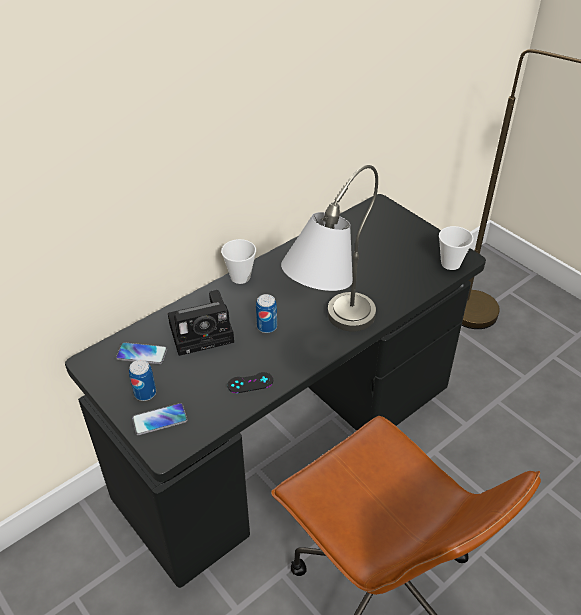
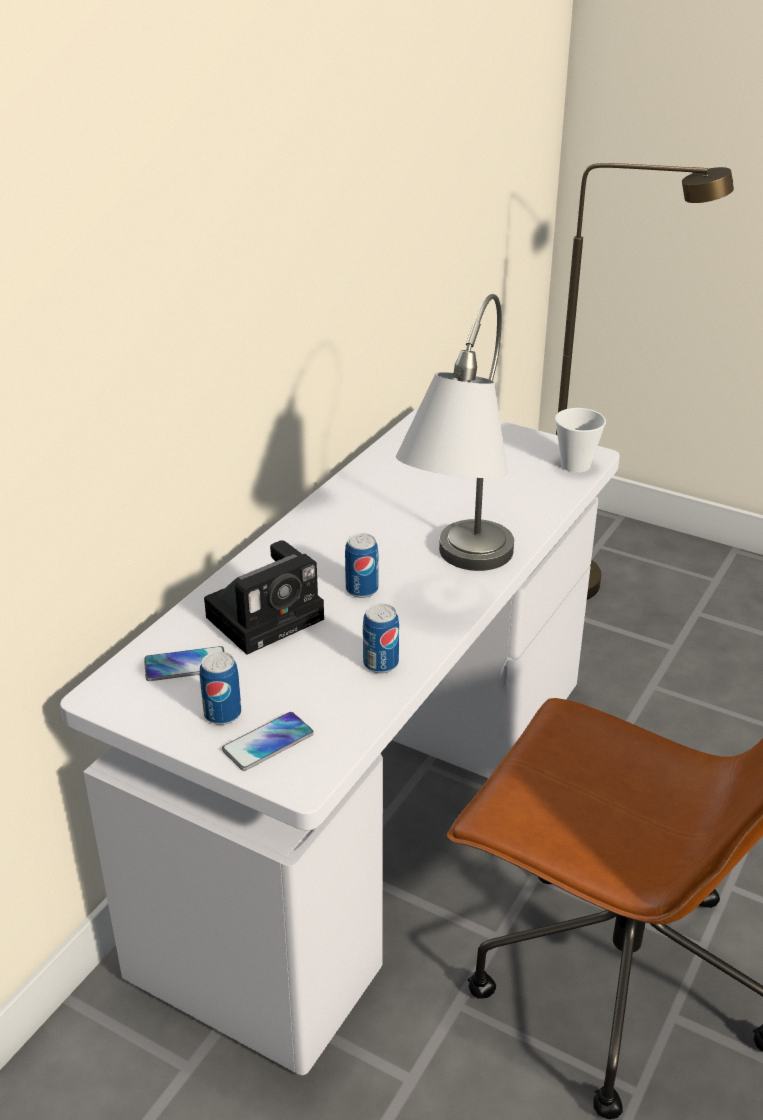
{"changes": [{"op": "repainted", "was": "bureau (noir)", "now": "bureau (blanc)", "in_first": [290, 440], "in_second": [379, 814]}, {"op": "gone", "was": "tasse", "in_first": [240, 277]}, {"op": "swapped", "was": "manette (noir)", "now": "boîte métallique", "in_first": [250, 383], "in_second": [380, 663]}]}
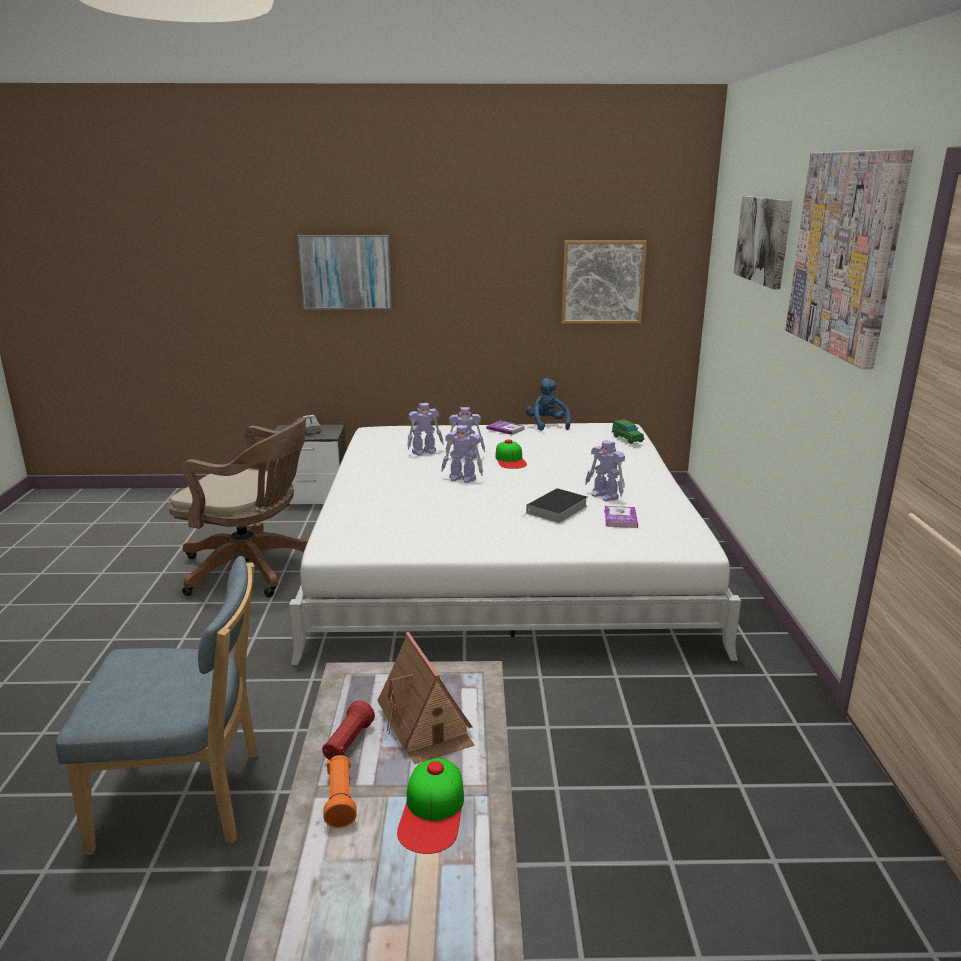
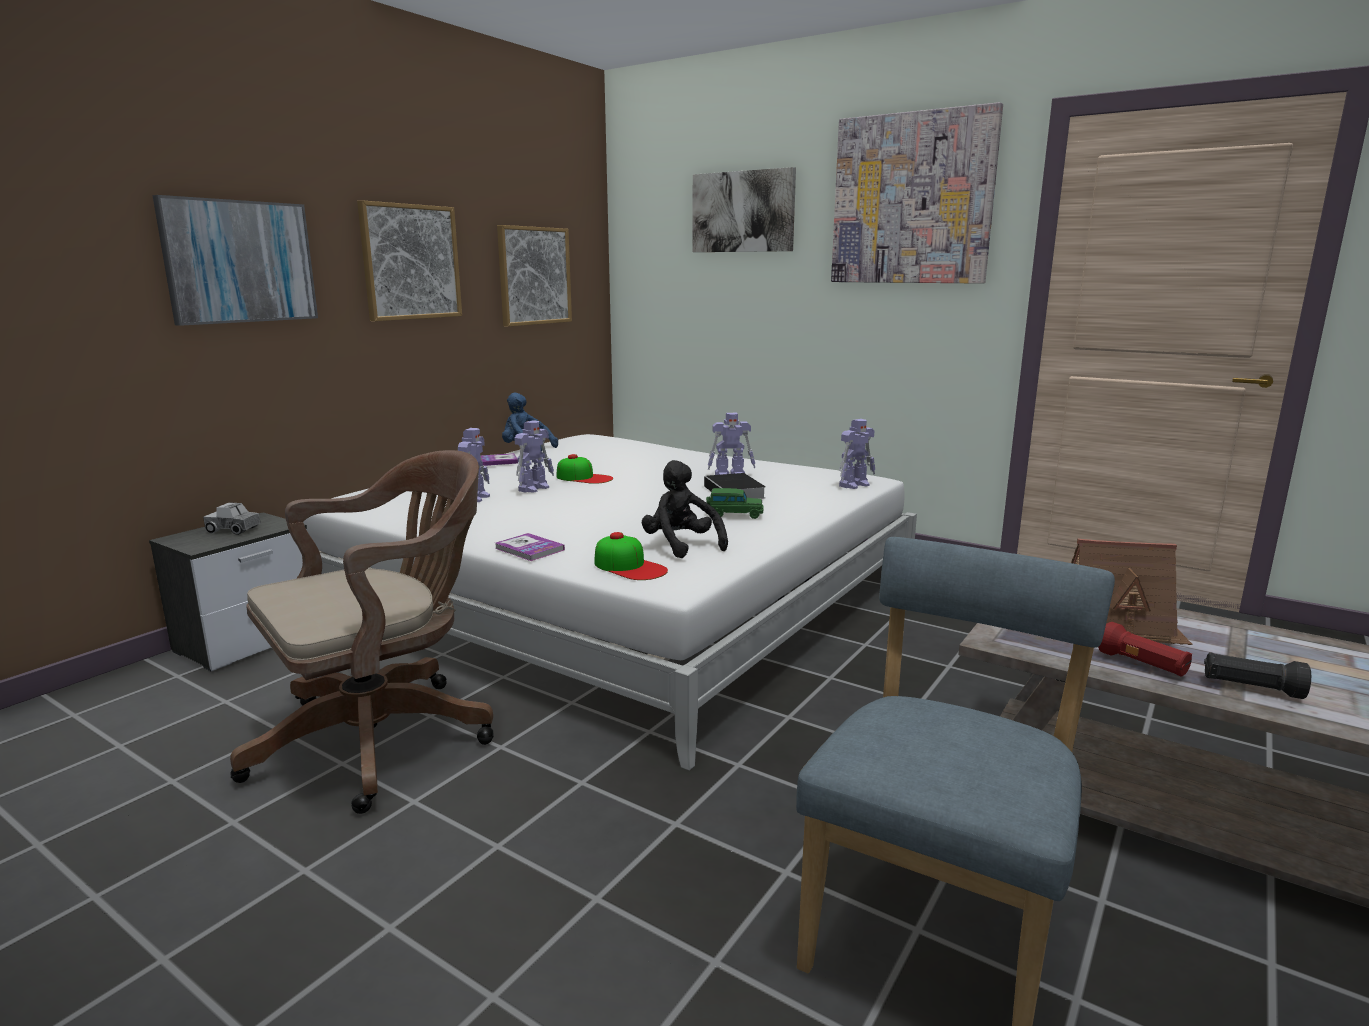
{"changes": [{"op": "shifted", "was": "petite voiture (vert)", "in_first": [627, 439], "in_second": [734, 515]}, {"op": "shifted", "was": "robot jouet", "in_first": [463, 479], "in_second": [854, 485]}, {"op": "shifted", "was": "livre", "in_first": [620, 518], "in_second": [529, 549]}, {"op": "repainted", "was": "lampe de poche (orange)", "now": "lampe de poche (noir)", "in_first": [340, 800], "in_second": [1251, 688]}, {"op": "shifted", "was": "casquette", "in_first": [432, 811], "in_second": [629, 567]}, {"op": "new", "now": "tableau", "in_second": [410, 262]}, {"op": "new", "now": "peluche (noir)", "in_second": [681, 546]}]}
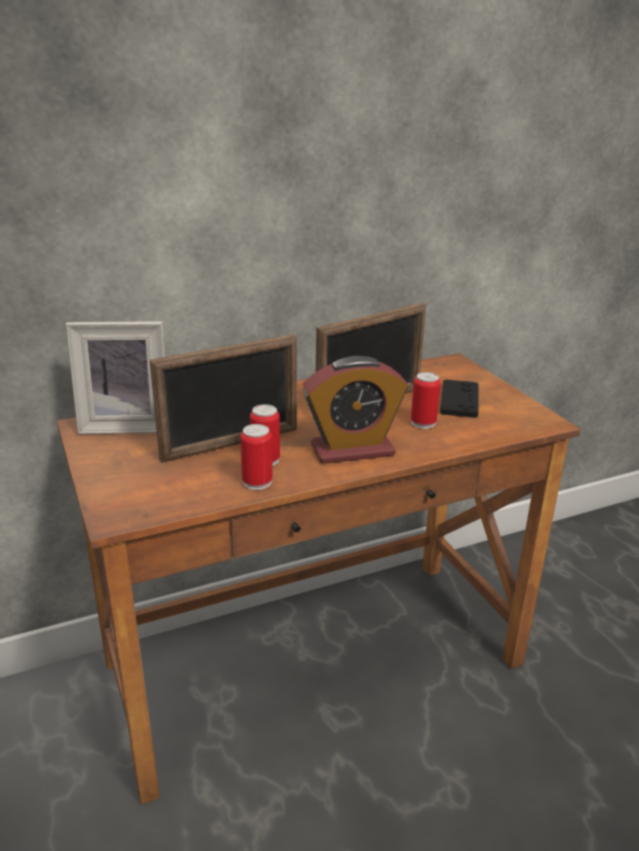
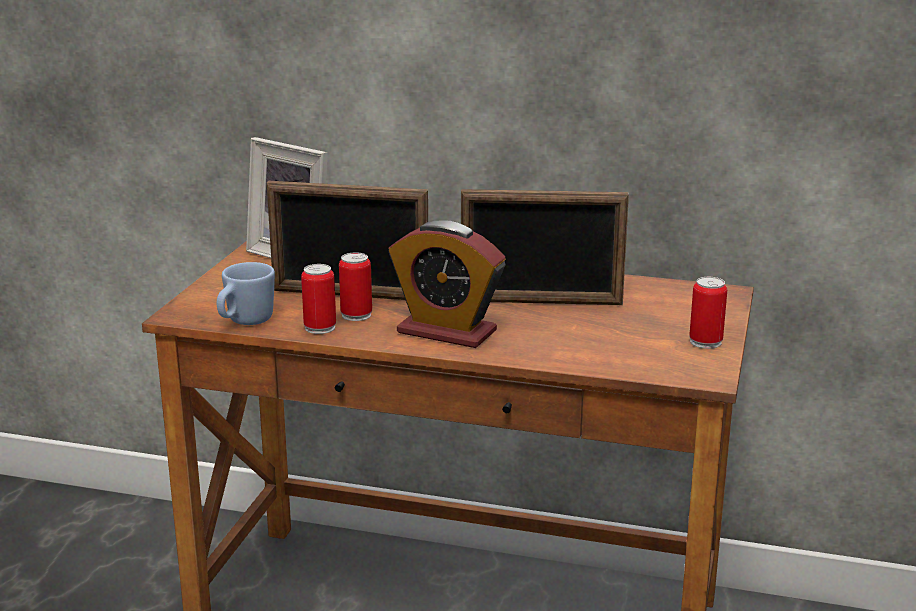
{"changes": [{"op": "shifted", "was": "boîte métallique", "in_first": [423, 423], "in_second": [705, 342]}, {"op": "gone", "was": "manette (noir)", "in_first": [459, 400]}, {"op": "new", "now": "mug (bleu)", "in_second": [245, 322]}]}
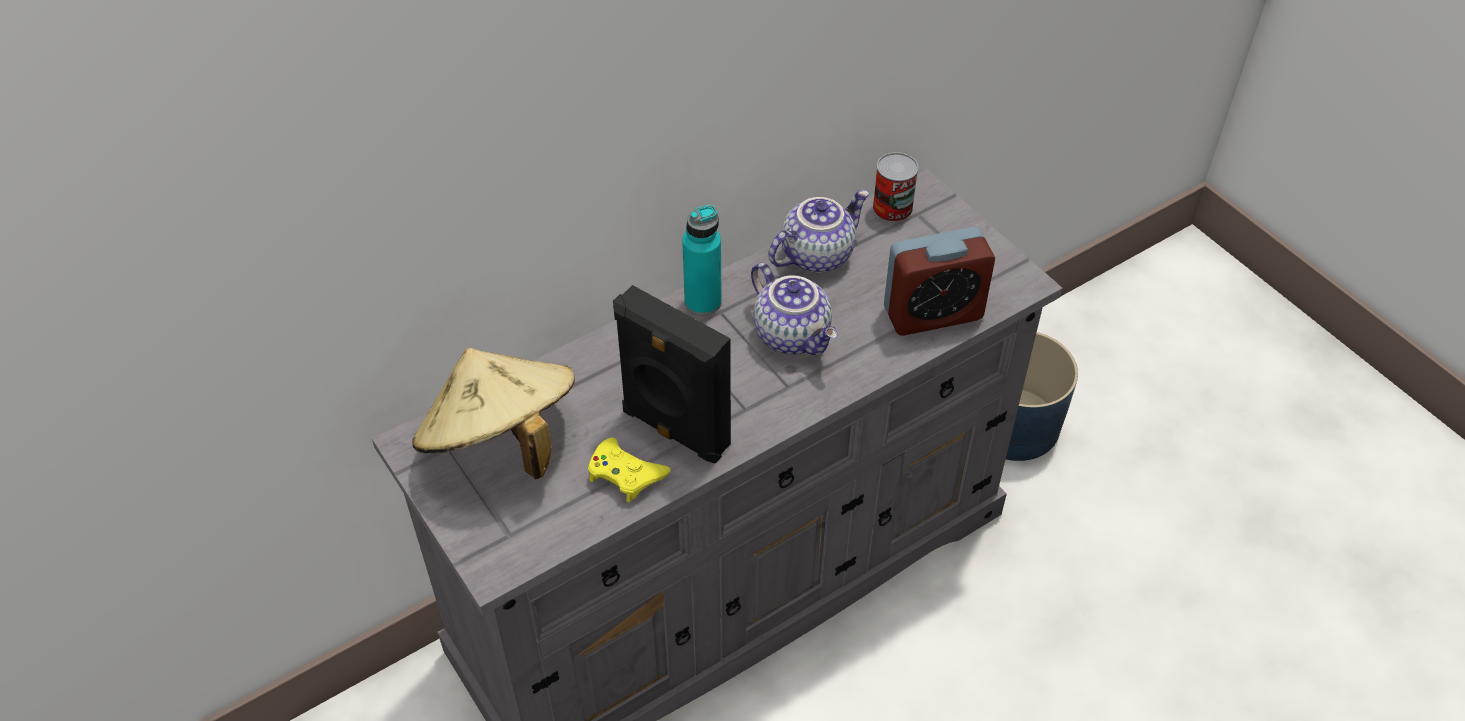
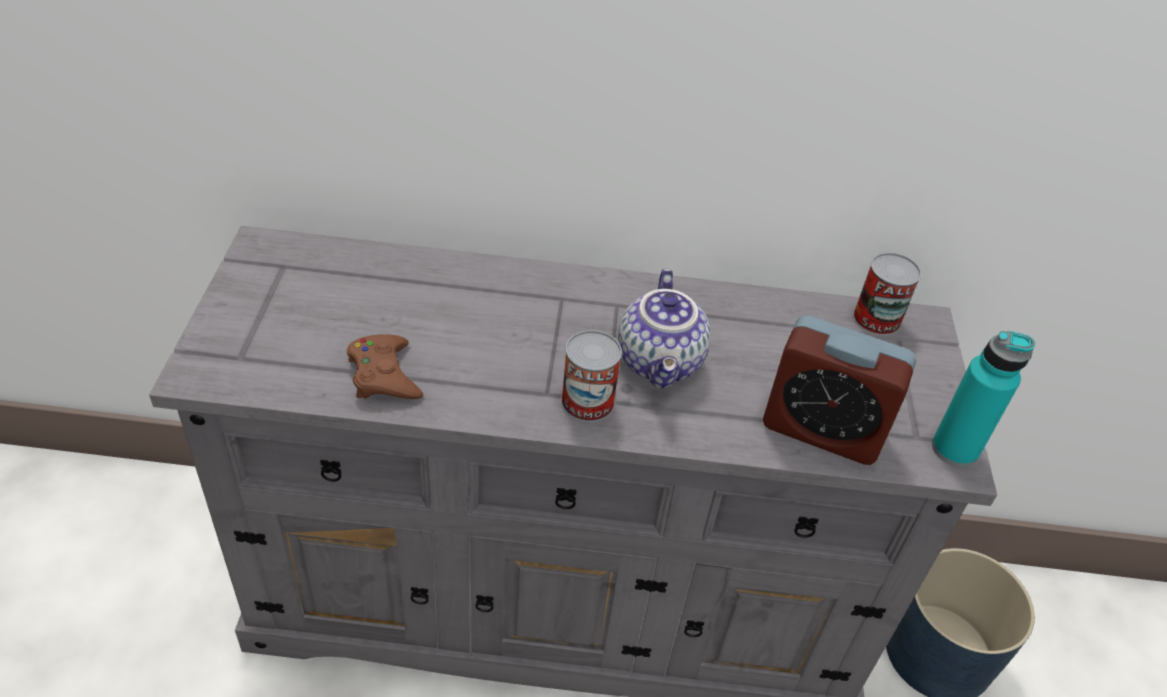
{"changes": [{"op": "gone", "was": "théière", "in_first": [816, 254]}, {"op": "shifted", "was": "bouteille (turquoise)", "in_first": [703, 302], "in_second": [954, 449]}, {"op": "gone", "was": "enceinte (noir)", "in_first": [673, 430]}, {"op": "gone", "was": "chapeau (beige)", "in_first": [501, 443]}, {"op": "repainted", "was": "manette (jaune)", "now": "manette (marron)", "in_first": [625, 474], "in_second": [384, 375]}, {"op": "new", "now": "boîte métallique", "in_second": [587, 402]}]}
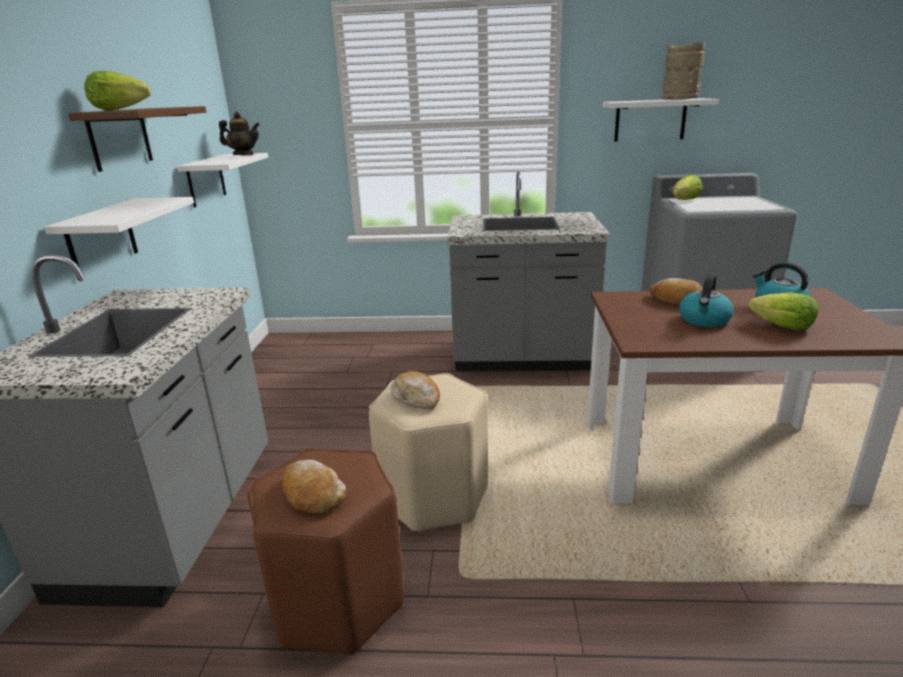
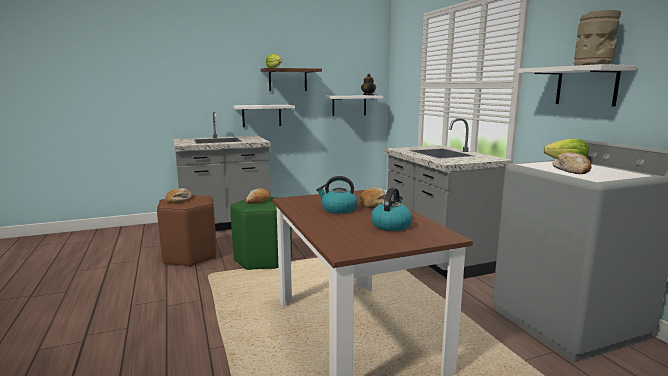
{"changes": [{"op": "gone", "was": "laitue", "in_first": [782, 326]}, {"op": "repainted", "was": "tabouret (beige)", "now": "tabouret (vert)", "in_first": [435, 497], "in_second": [263, 260]}, {"op": "new", "now": "pain", "in_second": [572, 170]}]}
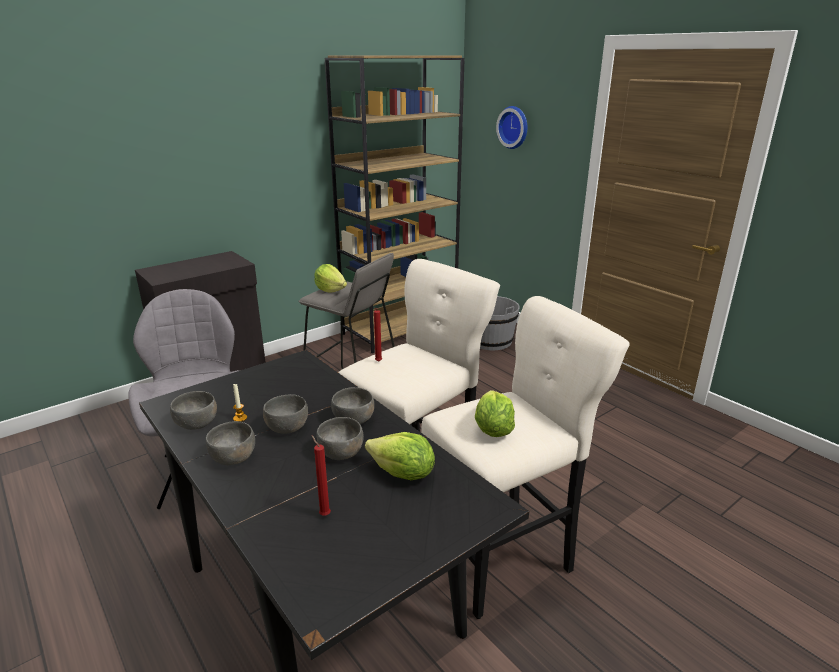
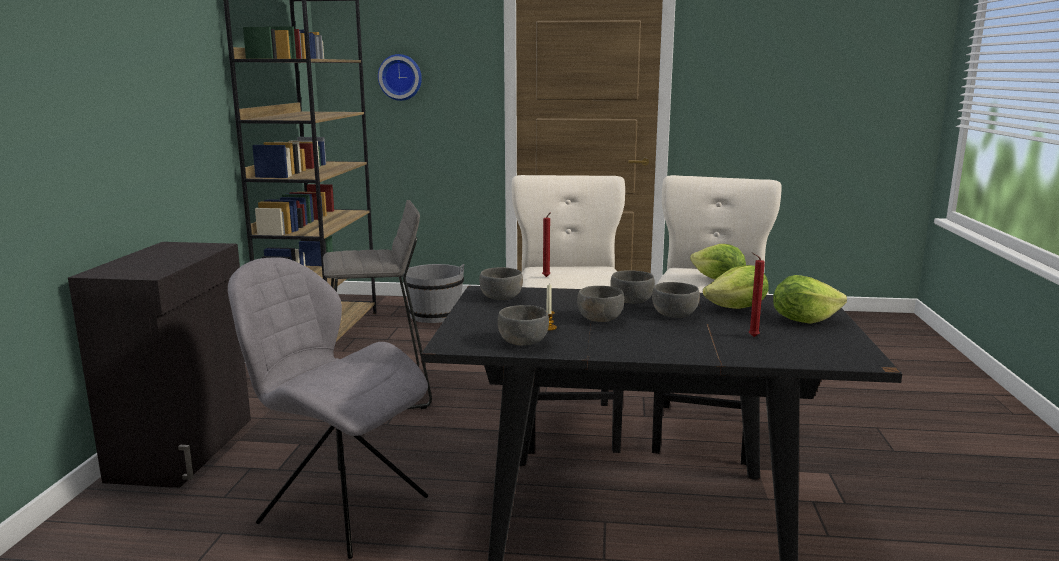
{"changes": [{"op": "shifted", "was": "laitue", "in_first": [330, 290], "in_second": [803, 320]}, {"op": "shifted", "was": "bol (gris)", "in_first": [233, 457], "in_second": [501, 297]}]}
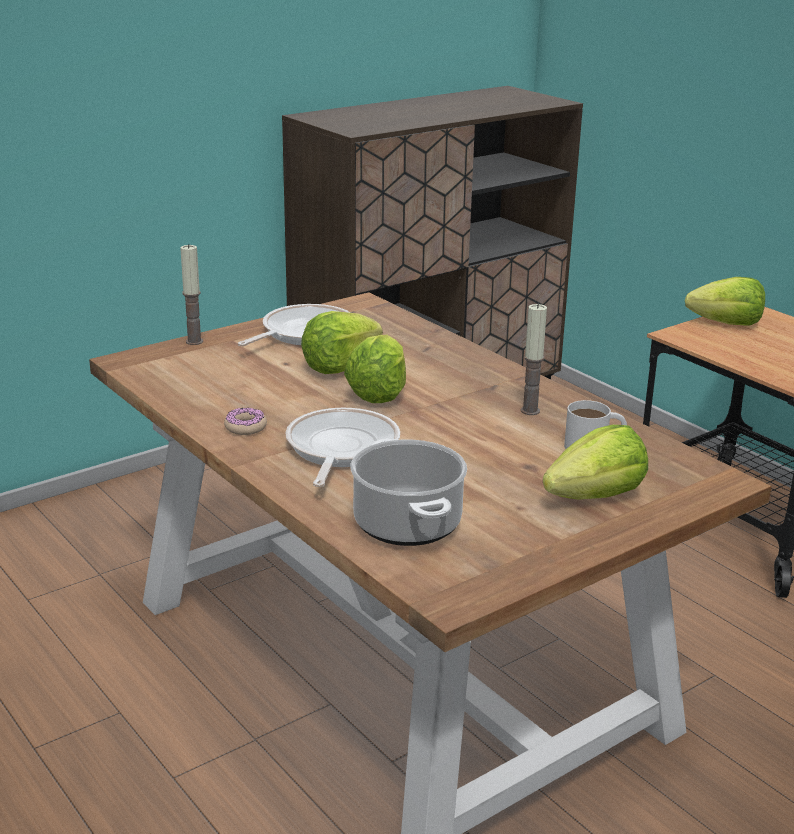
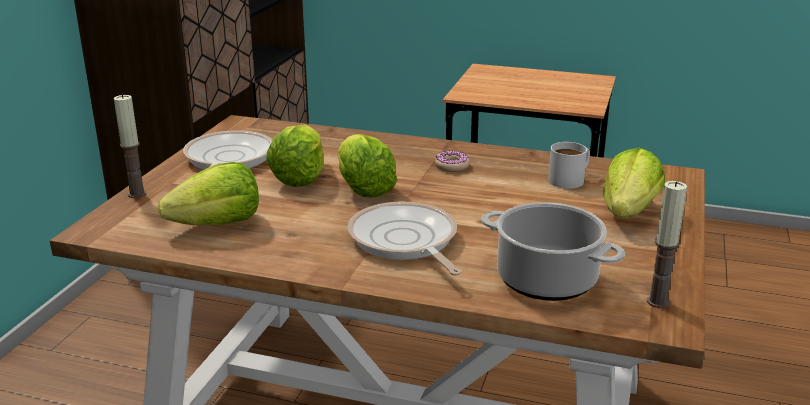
{"changes": [{"op": "shifted", "was": "laitue", "in_first": [726, 324], "in_second": [218, 224]}, {"op": "shifted", "was": "bougie", "in_first": [530, 411], "in_second": [658, 302]}, {"op": "shifted", "was": "beignet", "in_first": [245, 427], "in_second": [452, 166]}]}
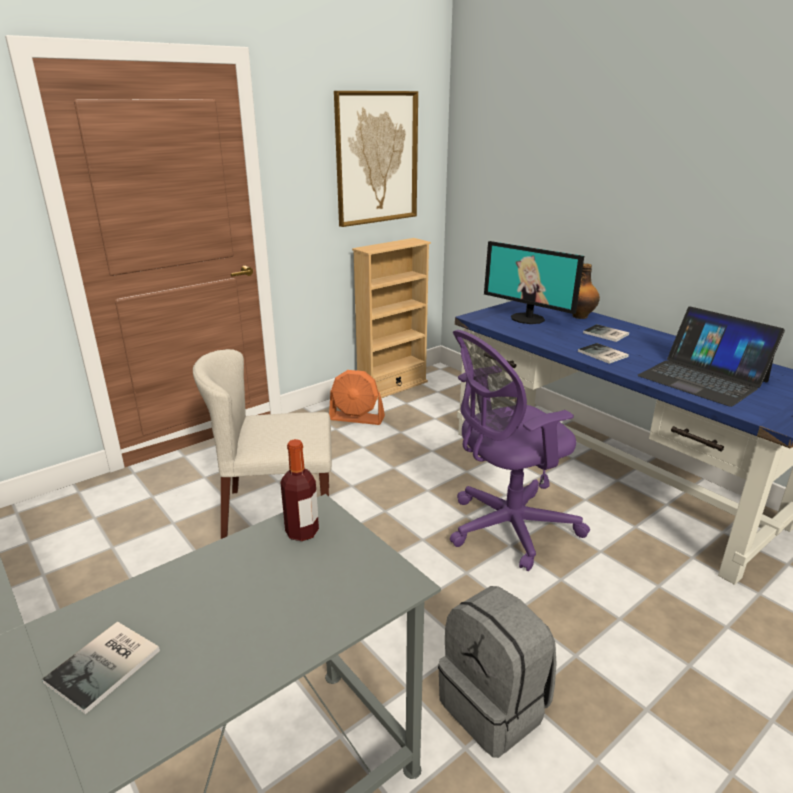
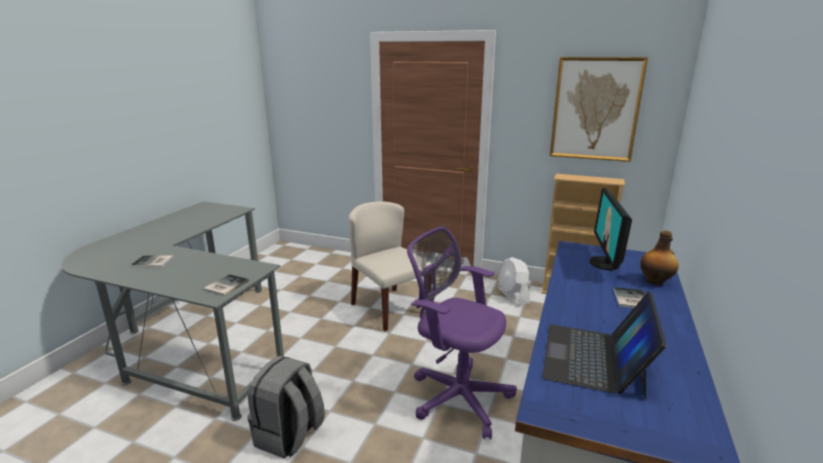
{"changes": [{"op": "shifted", "was": "livre", "in_first": [602, 354], "in_second": [225, 286]}, {"op": "repainted", "was": "ventilateur (orange)", "now": "ventilateur (blanc)", "in_first": [357, 418], "in_second": [513, 296]}, {"op": "gone", "was": "bouteille", "in_first": [302, 532]}]}
